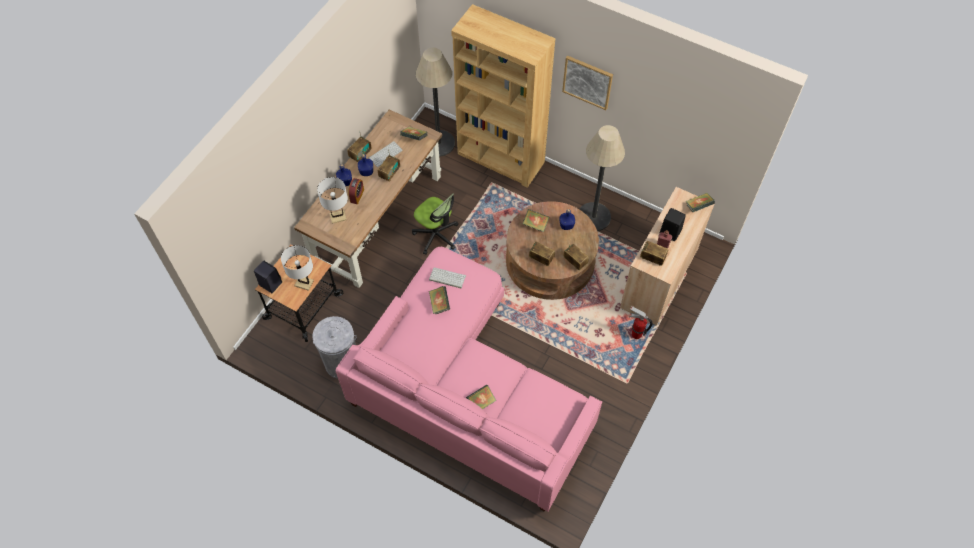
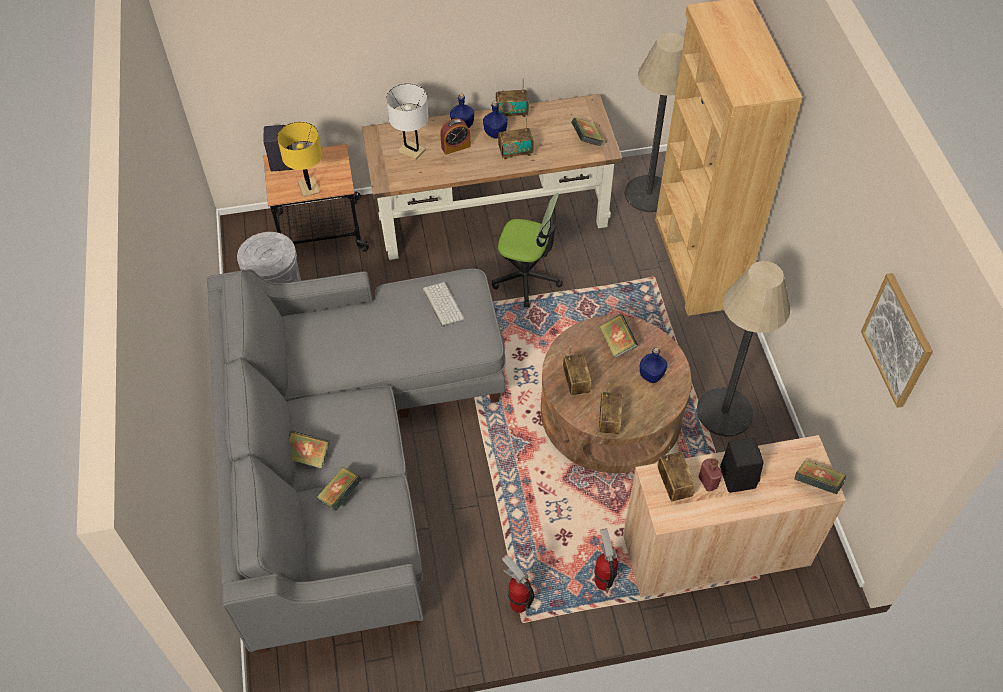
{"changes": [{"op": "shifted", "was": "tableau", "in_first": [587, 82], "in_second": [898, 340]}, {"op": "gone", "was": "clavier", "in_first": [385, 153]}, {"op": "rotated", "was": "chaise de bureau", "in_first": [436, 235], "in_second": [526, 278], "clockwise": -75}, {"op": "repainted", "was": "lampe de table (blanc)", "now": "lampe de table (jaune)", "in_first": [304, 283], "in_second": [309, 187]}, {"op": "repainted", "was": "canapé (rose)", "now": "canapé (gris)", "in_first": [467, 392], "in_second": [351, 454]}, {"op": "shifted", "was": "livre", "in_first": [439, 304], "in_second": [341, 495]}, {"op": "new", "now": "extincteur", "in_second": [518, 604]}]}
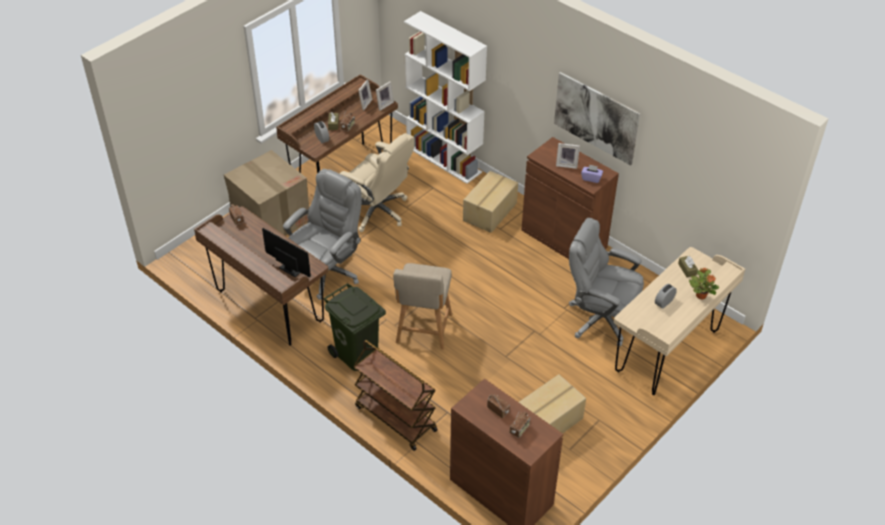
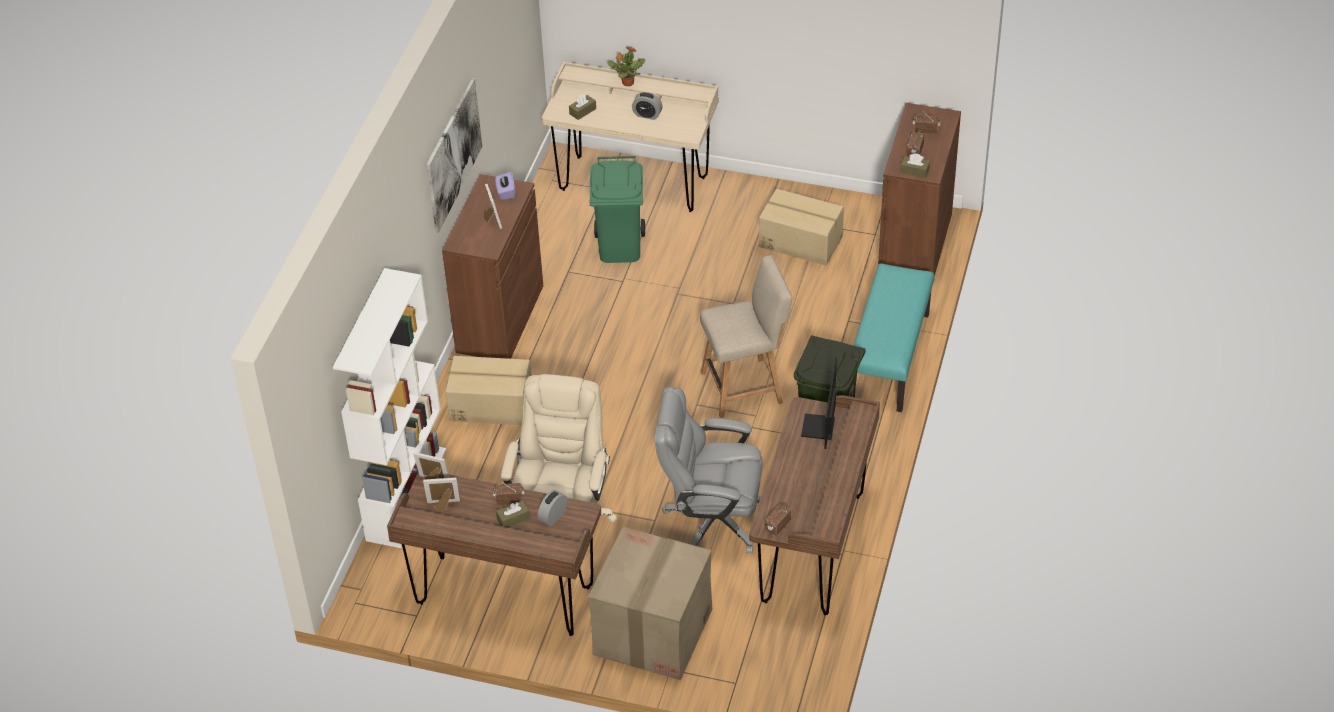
{"changes": [{"op": "swapped", "was": "chaise de bureau (gris)", "now": "poubelle (vert)", "in_first": [600, 318], "in_second": [619, 247]}, {"op": "swapped", "was": "chariot (marron)", "now": "banc (turquoise)", "in_first": [395, 418], "in_second": [890, 358]}, {"op": "new", "now": "boîte à mouchoirs (marron)", "in_second": [914, 171]}]}
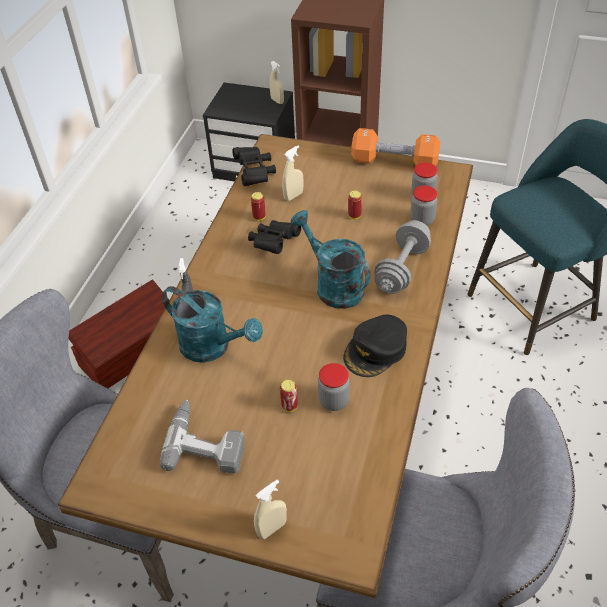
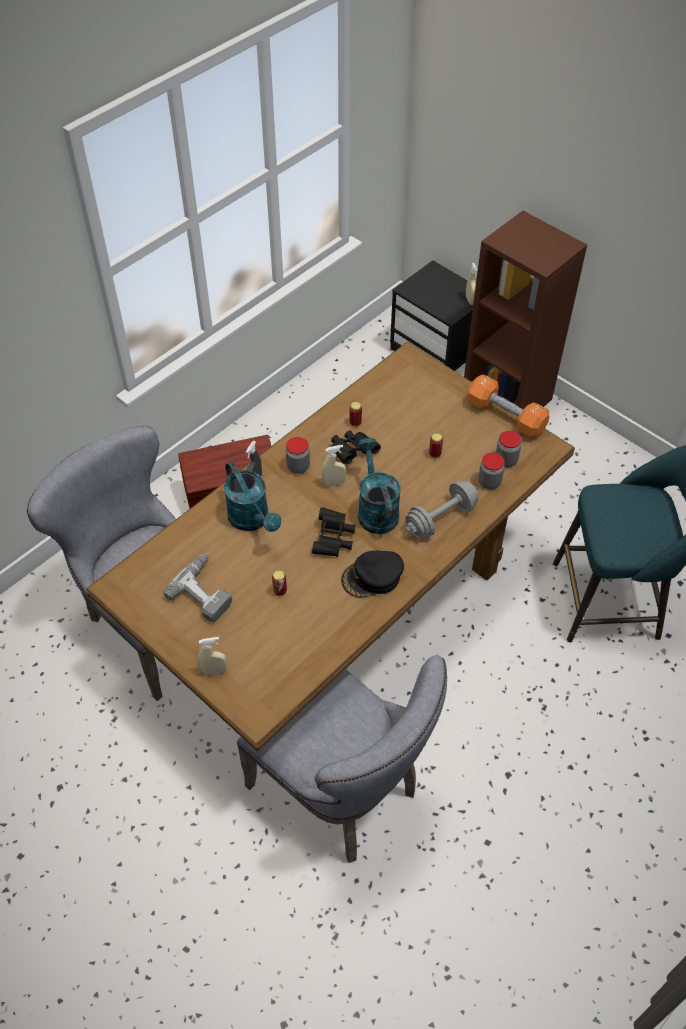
{"changes": [{"op": "shifted", "was": "vaporisateur (beige)", "in_first": [293, 196], "in_second": [334, 483]}, {"op": "shifted", "was": "jumelles (noir)", "in_first": [255, 173], "in_second": [333, 539]}, {"op": "shifted", "was": "bocal", "in_first": [333, 401], "in_second": [298, 466]}]}
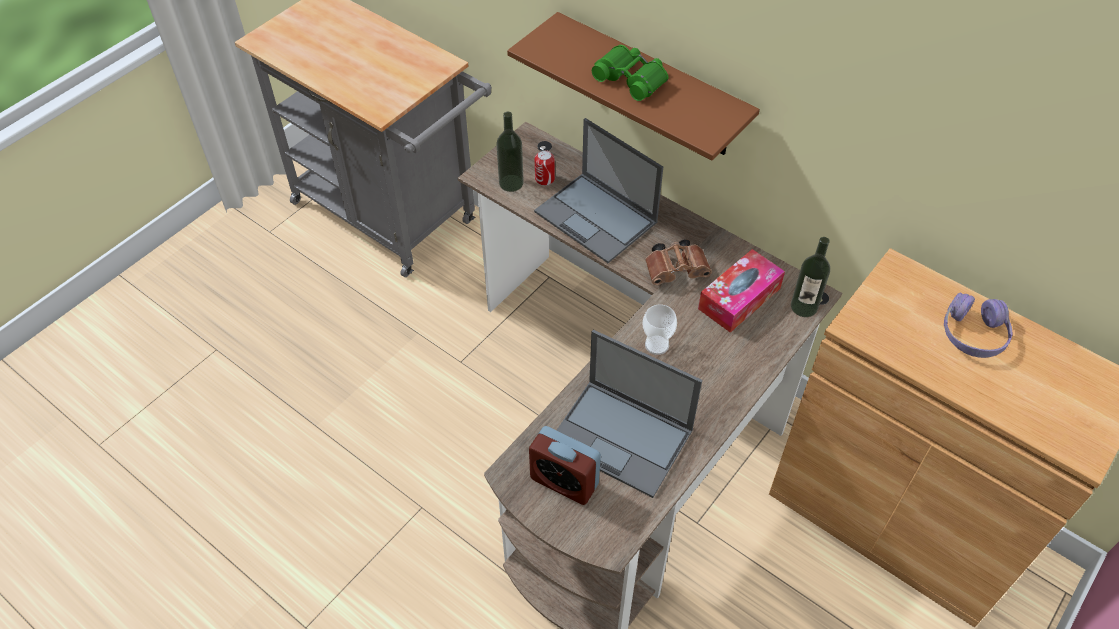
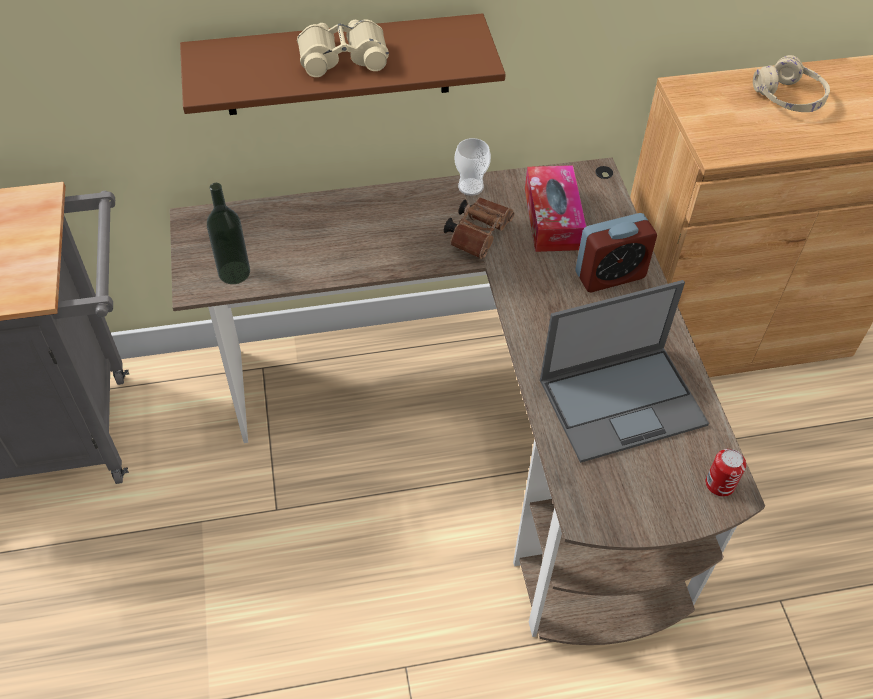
{"changes": [{"op": "repainted", "was": "jumelles (vert)", "now": "jumelles (beige)", "in_first": [631, 78], "in_second": [343, 56]}, {"op": "gone", "was": "ordinateur portable", "in_first": [597, 218]}, {"op": "shifted", "was": "boîte métallique", "in_first": [544, 179], "in_second": [720, 484]}, {"op": "gone", "was": "bouteille", "in_first": [804, 306]}, {"op": "repainted", "was": "casque audio (violet)", "now": "casque audio (beige)", "in_first": [973, 334], "in_second": [788, 97]}, {"op": "shifted", "was": "tasse", "in_first": [656, 345], "in_second": [470, 187]}, {"op": "shifted", "was": "réveil", "in_first": [564, 481], "in_second": [610, 275]}]}
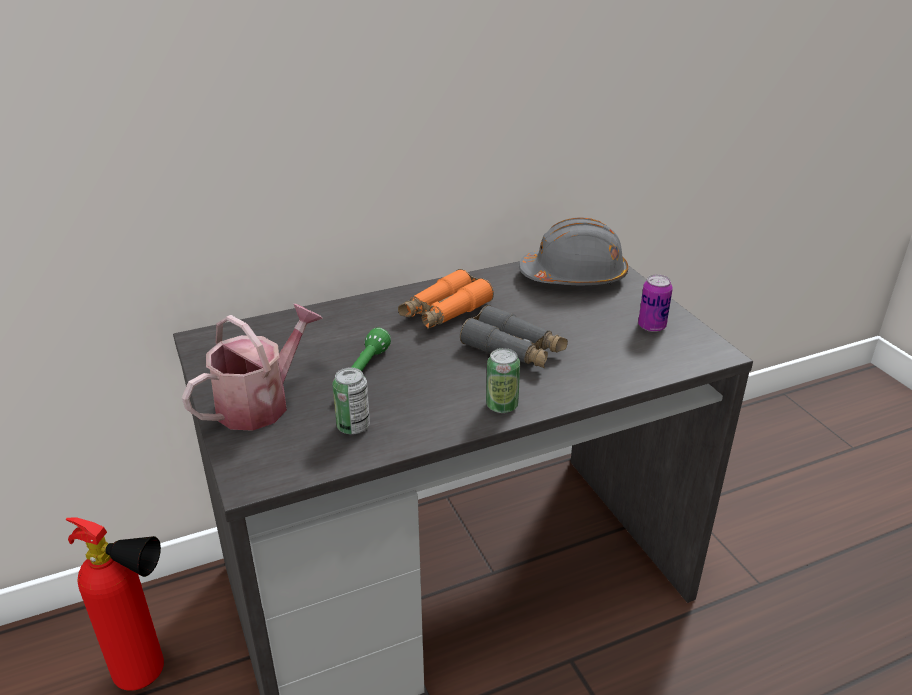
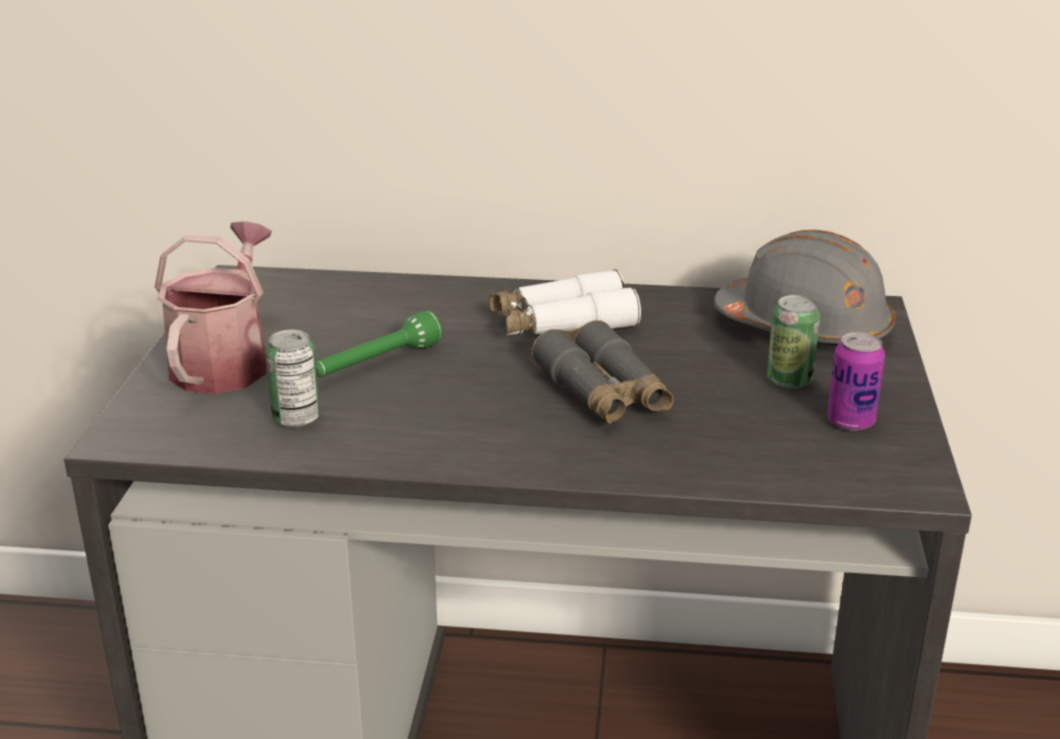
{"changes": [{"op": "repainted", "was": "jumelles (orange)", "now": "jumelles (blanc)", "in_first": [445, 311], "in_second": [563, 323]}, {"op": "rotated", "was": "arrosoir", "in_first": [261, 402], "in_second": [225, 362], "clockwise": -60}, {"op": "shifted", "was": "boîte métallique", "in_first": [502, 405], "in_second": [789, 380]}, {"op": "gone", "was": "extincteur", "in_first": [151, 676]}]}
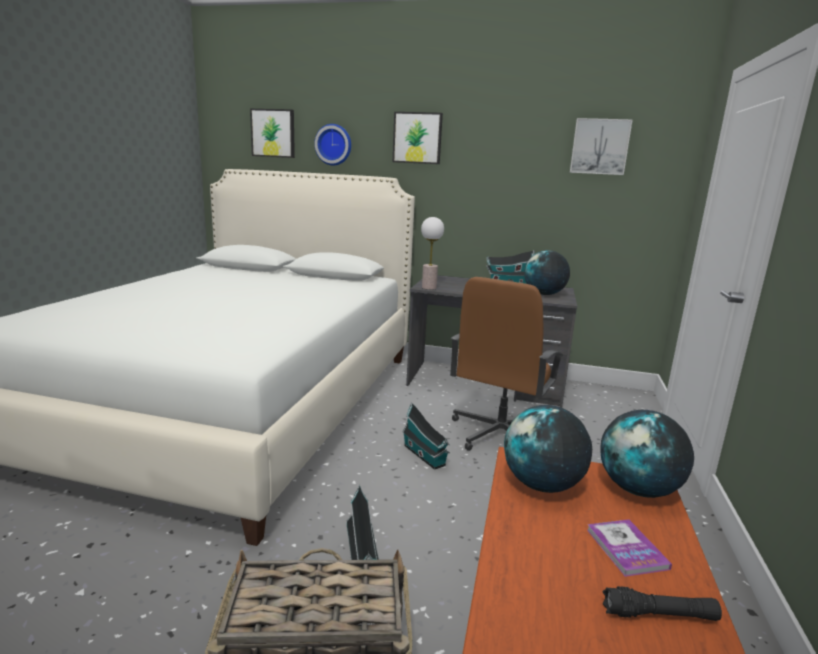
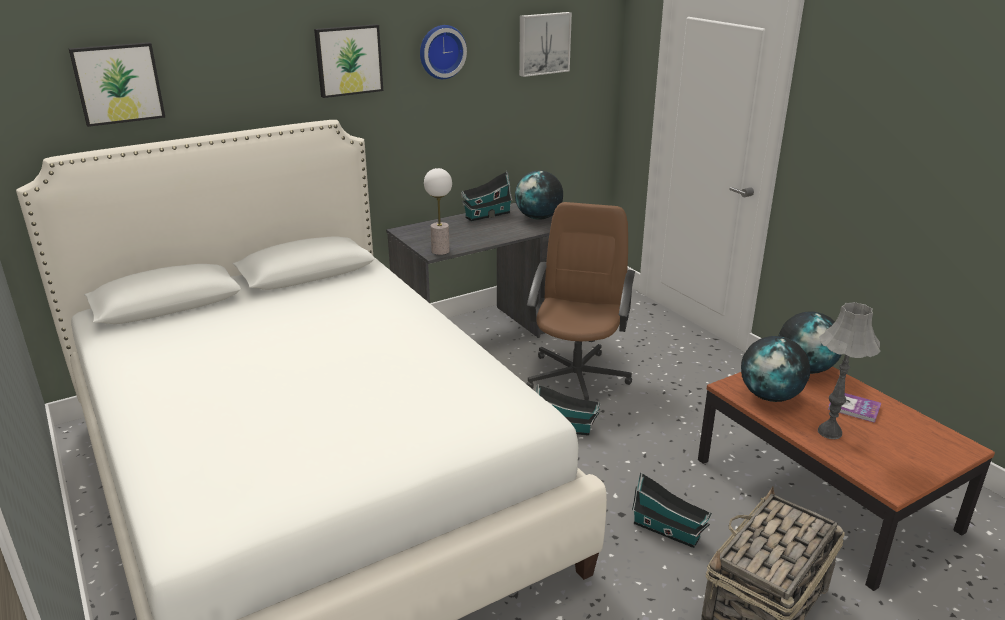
{"changes": [{"op": "shifted", "was": "horloge murale", "in_first": [334, 145], "in_second": [441, 51]}, {"op": "rotated", "was": "chaise de bureau (marron)", "in_first": [499, 434], "in_second": [577, 376], "clockwise": -150}, {"op": "gone", "was": "lampe de poche (noir)", "in_first": [659, 614]}, {"op": "new", "now": "lampe de table (gris)", "in_second": [829, 432]}]}
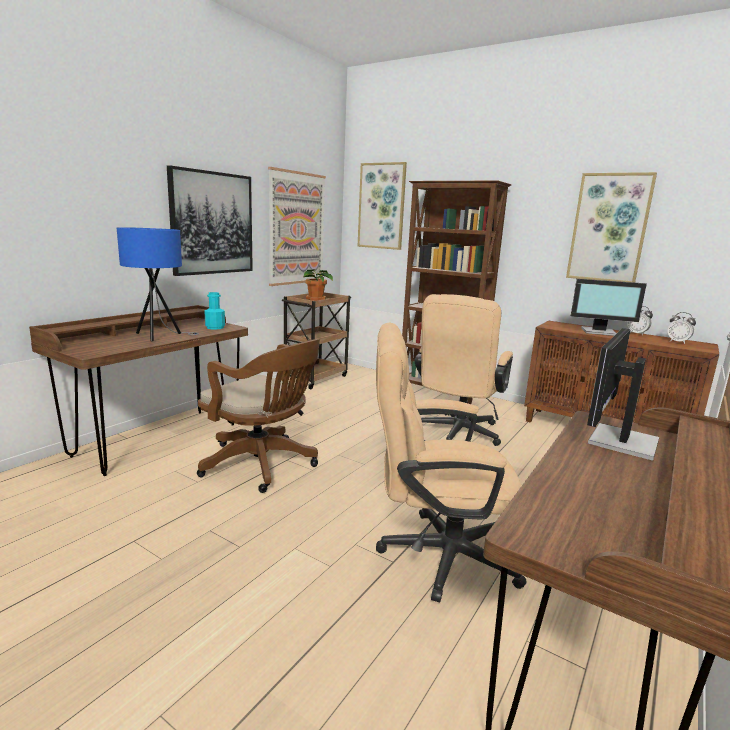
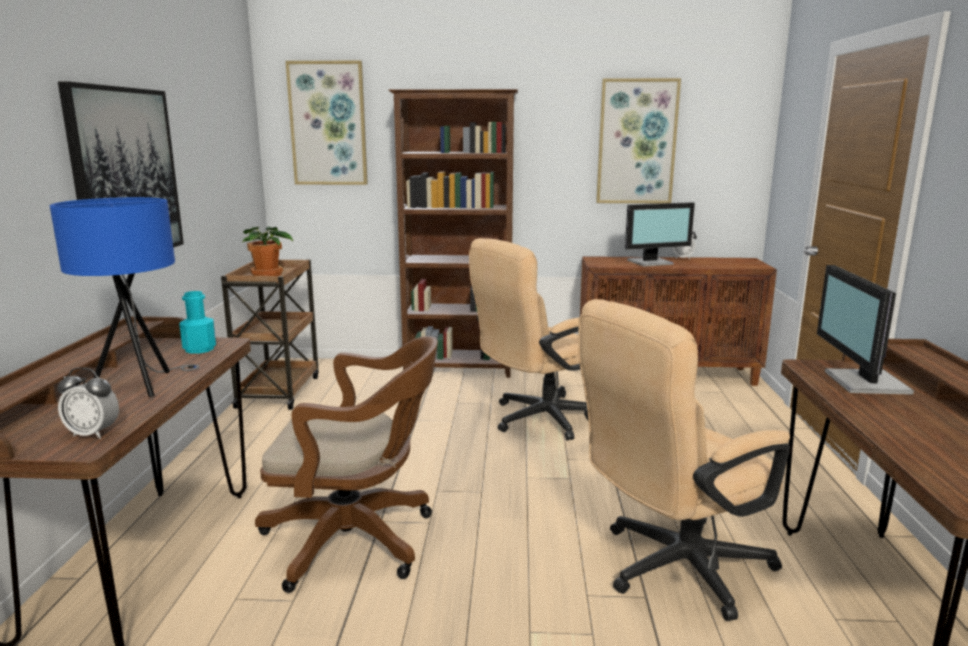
{"changes": [{"op": "gone", "was": "tableau", "in_first": [297, 229]}, {"op": "rotated", "was": "chaise de bureau (beige)", "in_first": [456, 434], "in_second": [537, 420], "clockwise": 60}, {"op": "shifted", "was": "réveil", "in_first": [678, 342], "in_second": [93, 434]}]}
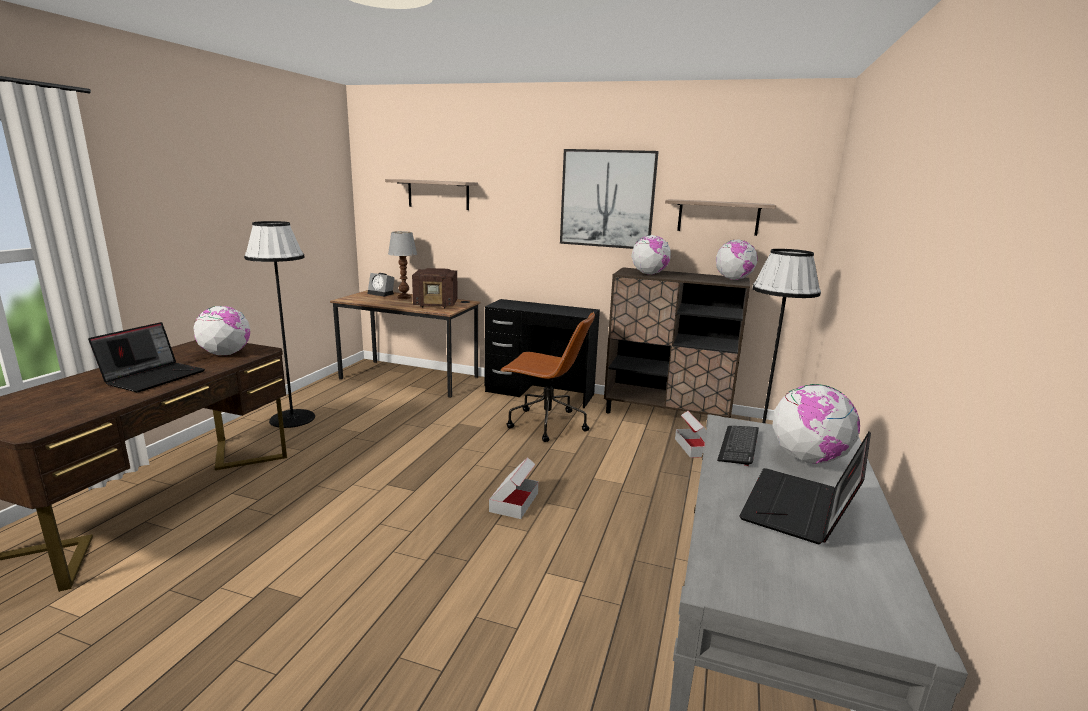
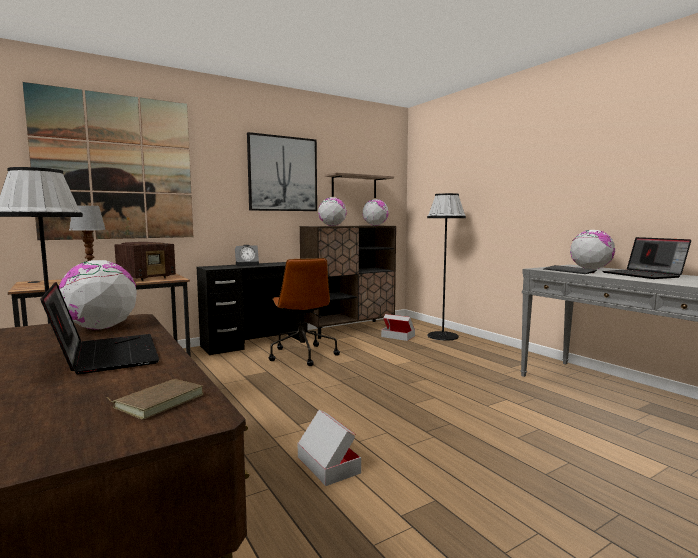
{"changes": [{"op": "swapped", "was": "étagère", "now": "tableau", "in_first": [438, 194], "in_second": [116, 167]}, {"op": "shifted", "was": "réveil", "in_first": [382, 293], "in_second": [247, 265]}, {"op": "rotated", "was": "chaise de bureau (marron)", "in_first": [545, 424], "in_second": [302, 355], "clockwise": 105}, {"op": "shifted", "was": "carton", "in_first": [514, 502], "in_second": [328, 465]}, {"op": "new", "now": "livre (marron)", "in_second": [158, 401]}]}
